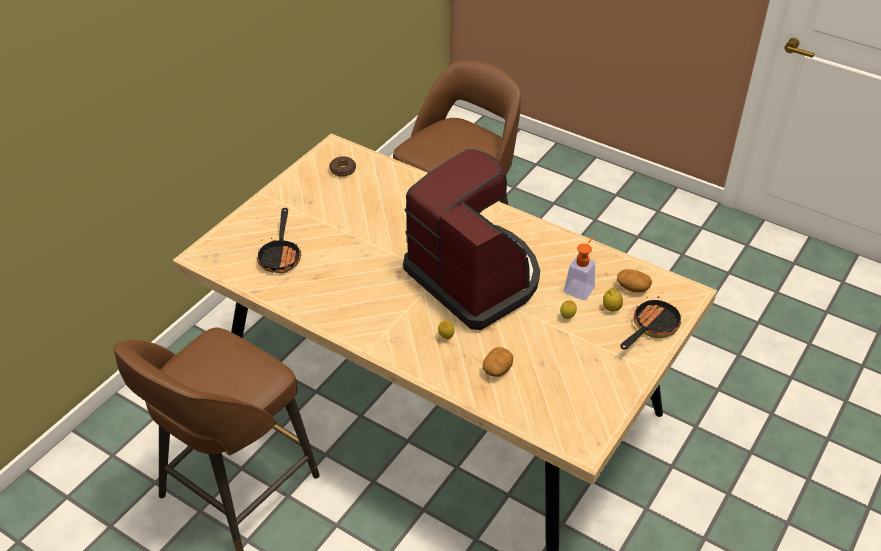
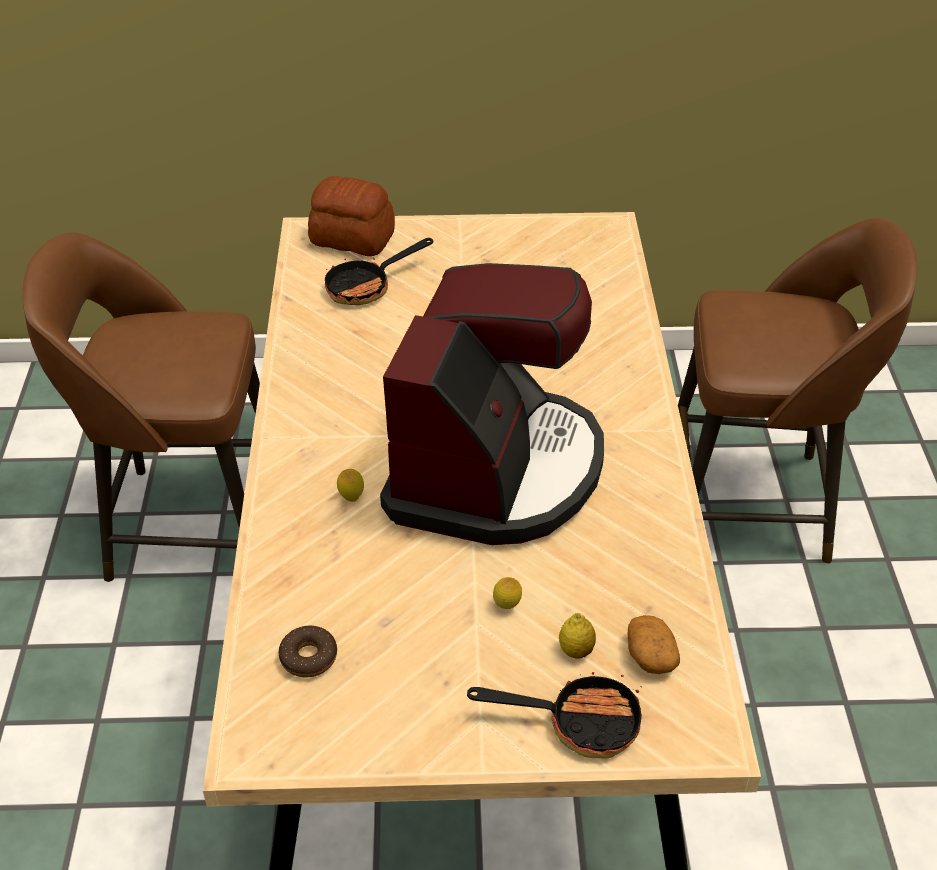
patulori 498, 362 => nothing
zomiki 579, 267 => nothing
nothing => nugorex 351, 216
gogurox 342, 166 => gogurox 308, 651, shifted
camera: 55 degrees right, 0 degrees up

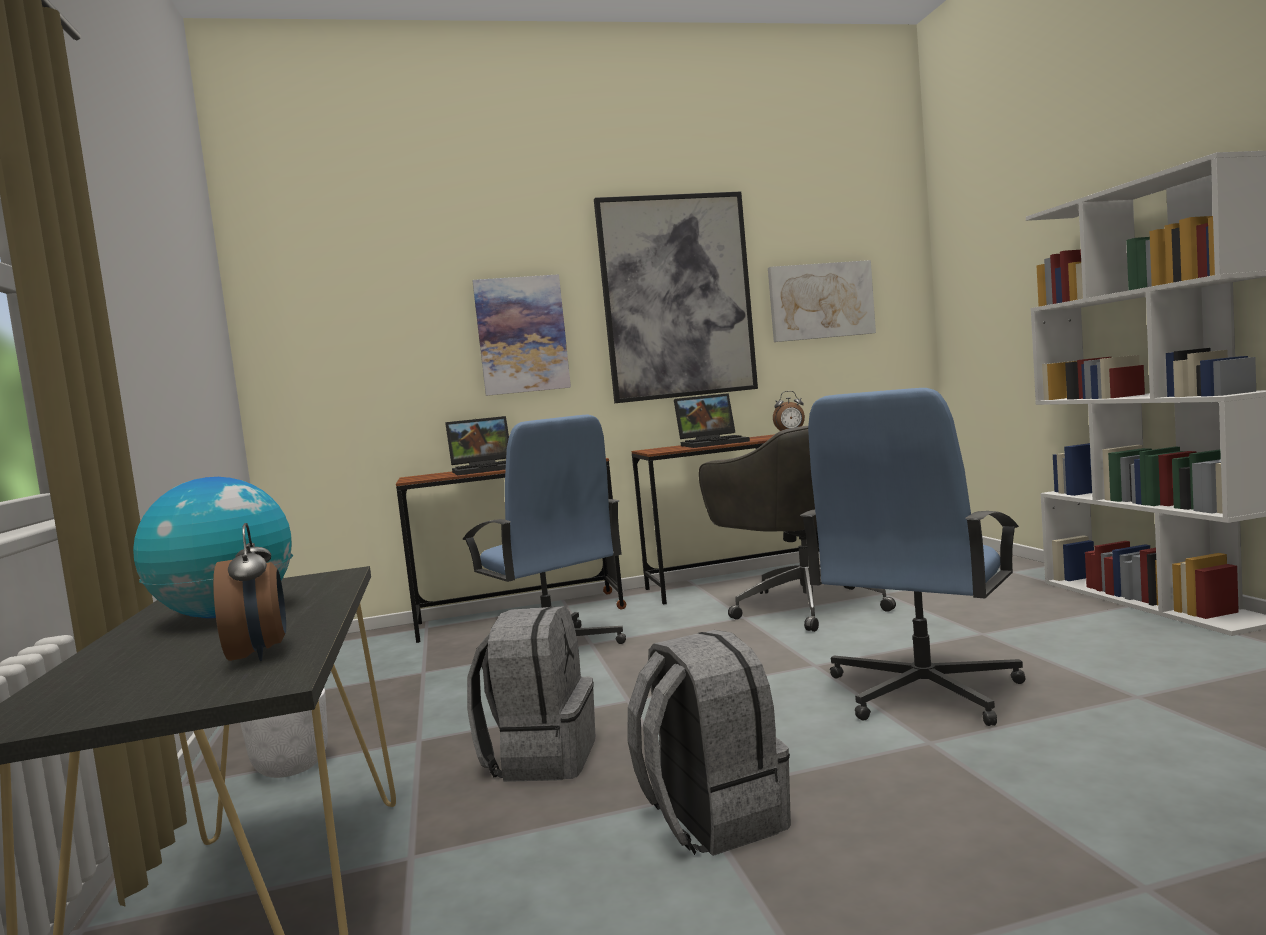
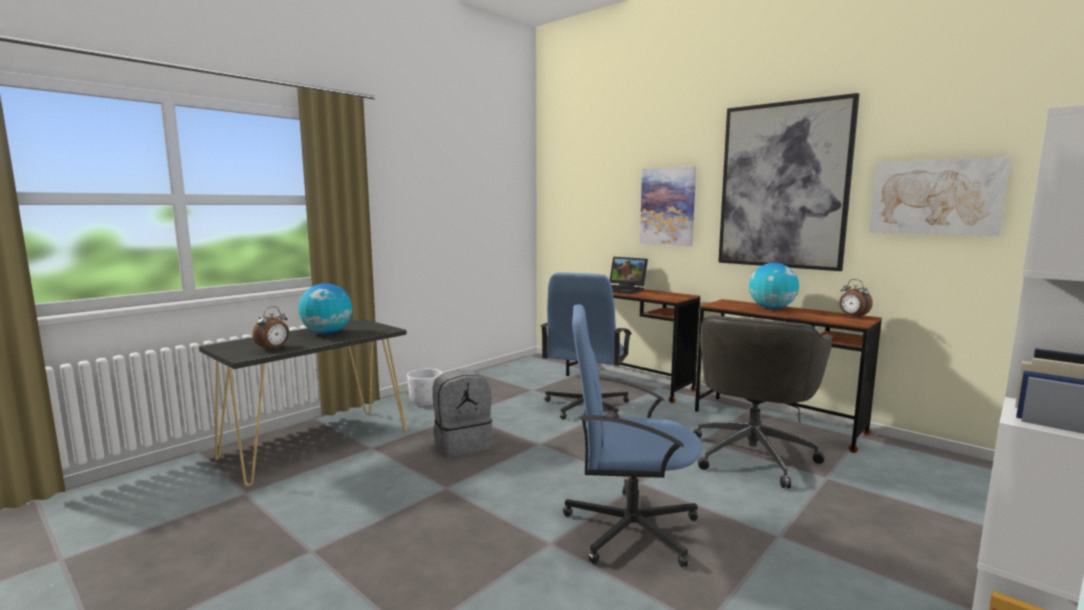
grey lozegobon 709, 743 => nothing
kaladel 712, 420 => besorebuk 774, 286
camera: 55 degrees right, 5 degrees up

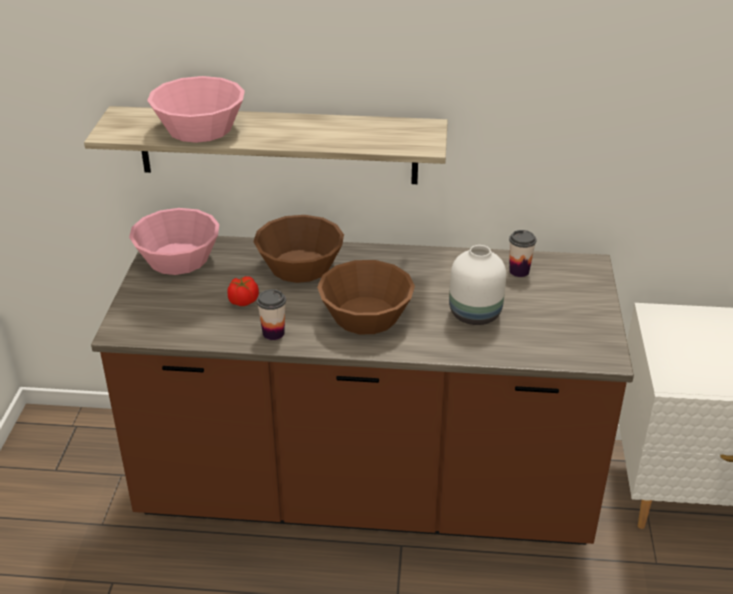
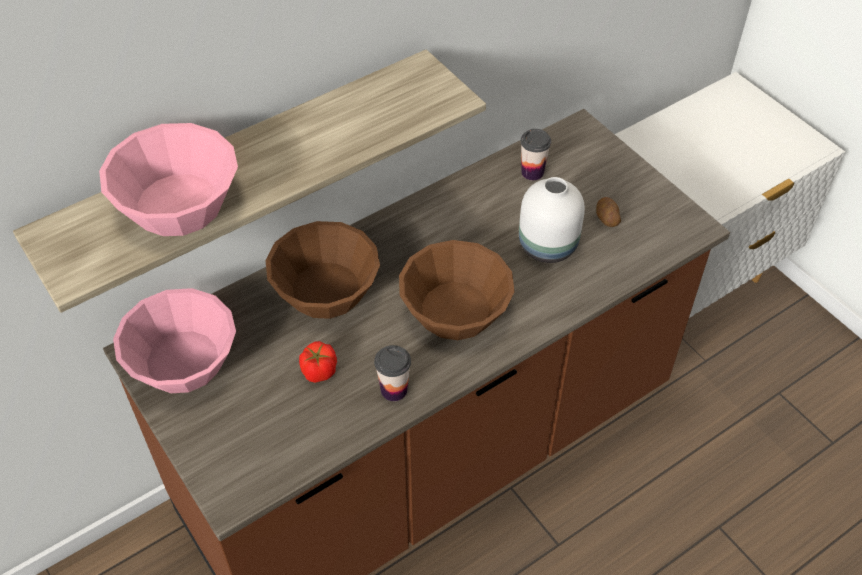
nothing => patulori 608, 212
camera: 40 degrees left, 15 degrees up

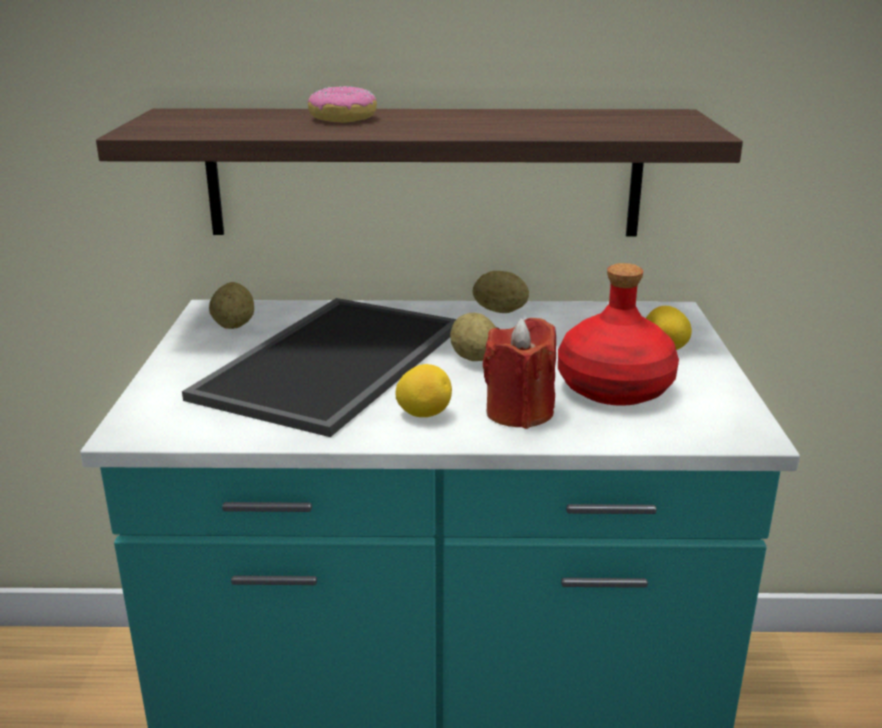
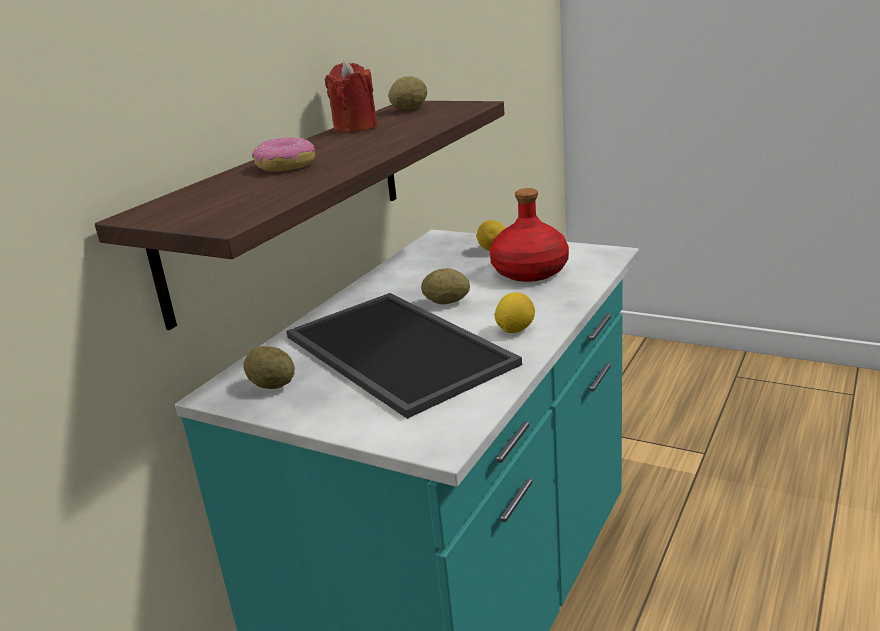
patulori 501, 292 => patulori 408, 93, shifted
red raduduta 519, 373 => red raduduta 351, 96, shifted
camera: 60 degrees left, 0 degrees up

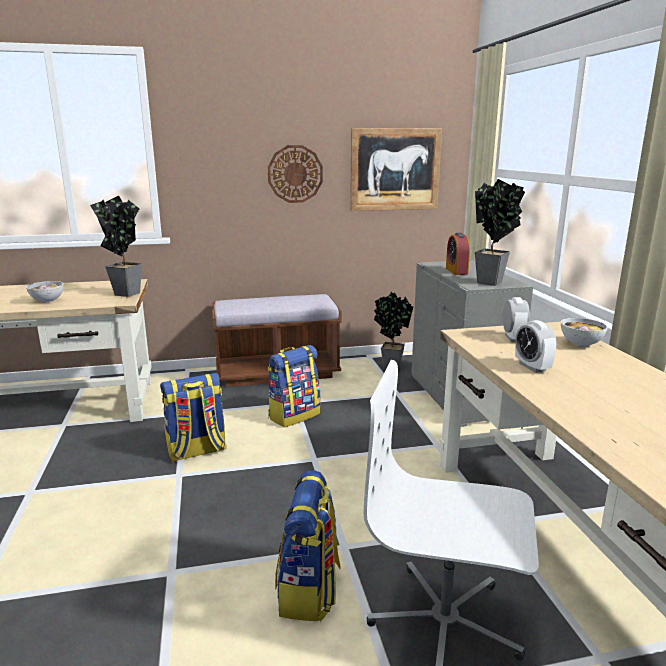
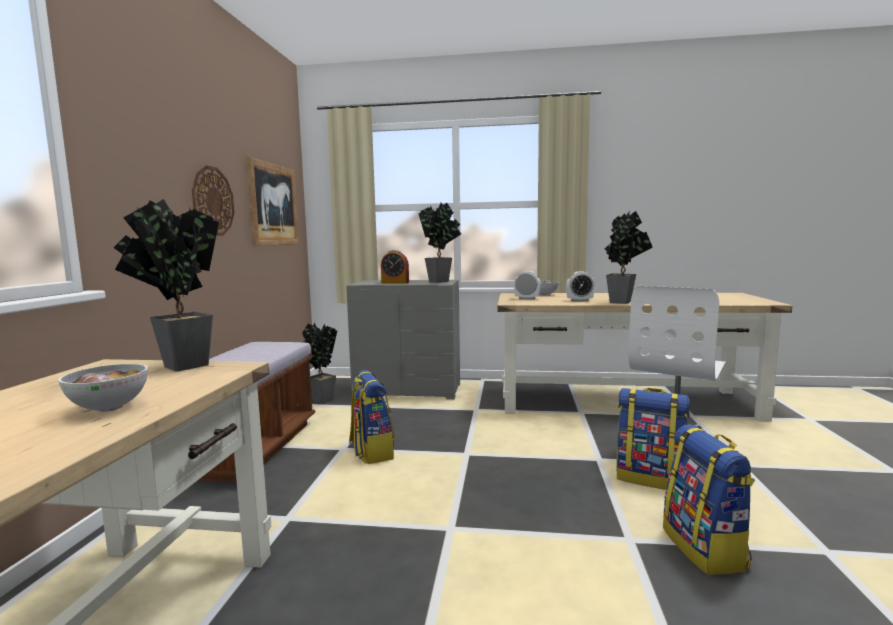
nothing => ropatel 629, 257
lozegobon 193, 417 => lozegobon 709, 499, shifted
camera: 70 degrees left, 10 degrees down

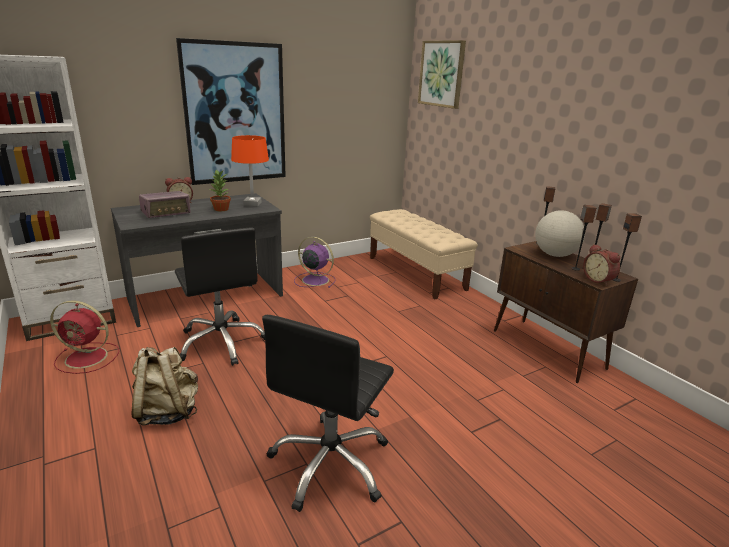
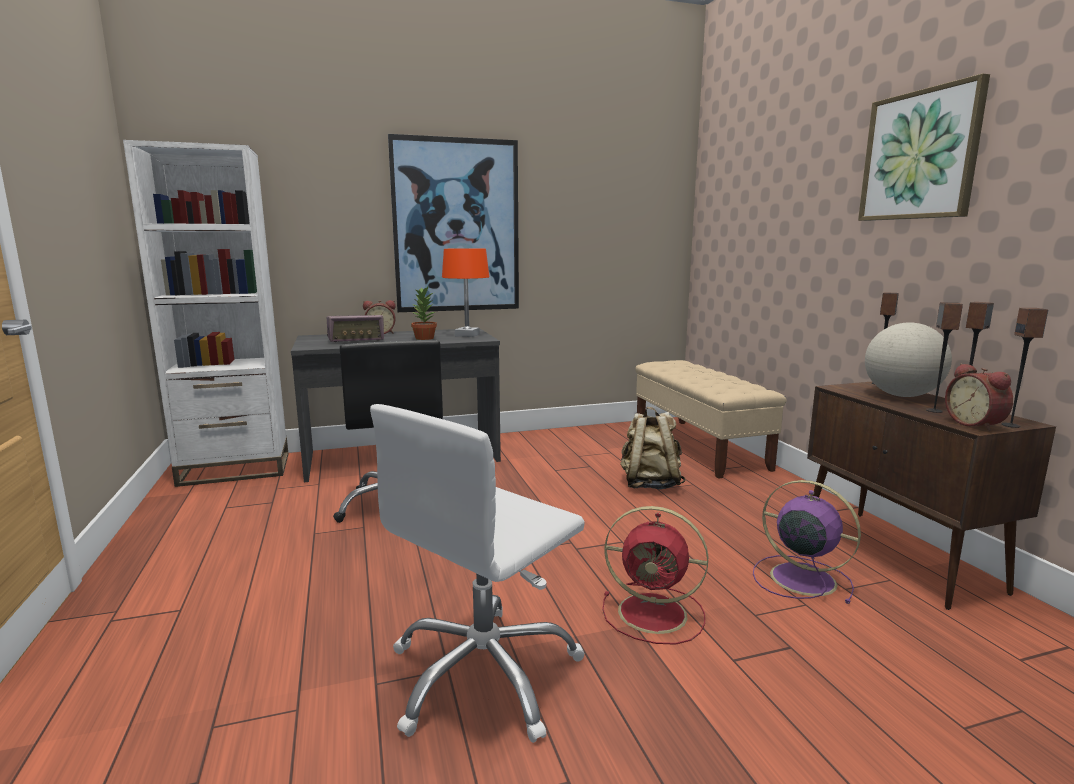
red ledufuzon 84, 337 => red ledufuzon 655, 575, shifted
beige lozegobon 165, 386 => beige lozegobon 653, 448, shifted
purple ledufuzon 315, 262 => purple ledufuzon 807, 542, shifted
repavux 442, 74 => repavux 924, 147, shifted
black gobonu 328, 413 => white gobonu 477, 573
camera: 15 degrees right, 10 degrees down

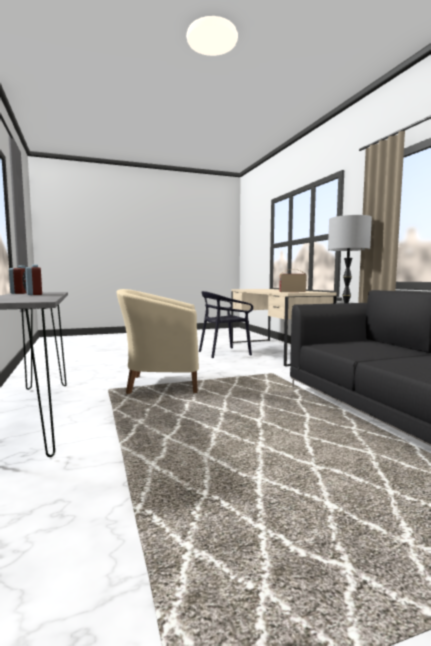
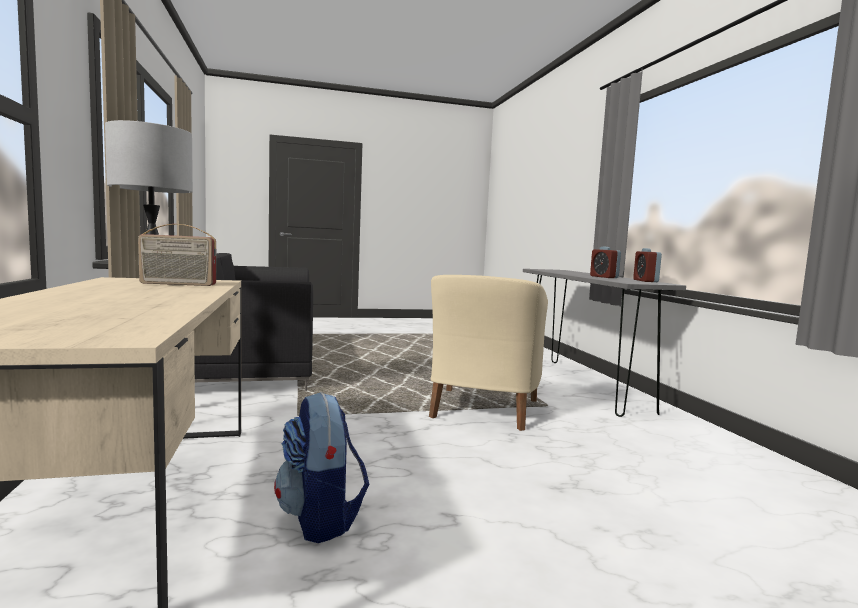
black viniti 226, 324 => lozegobon 321, 467
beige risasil 157, 341 => beige risasil 488, 353, 105 degrees clockwise
camera: 175 degrees left, 0 degrees up

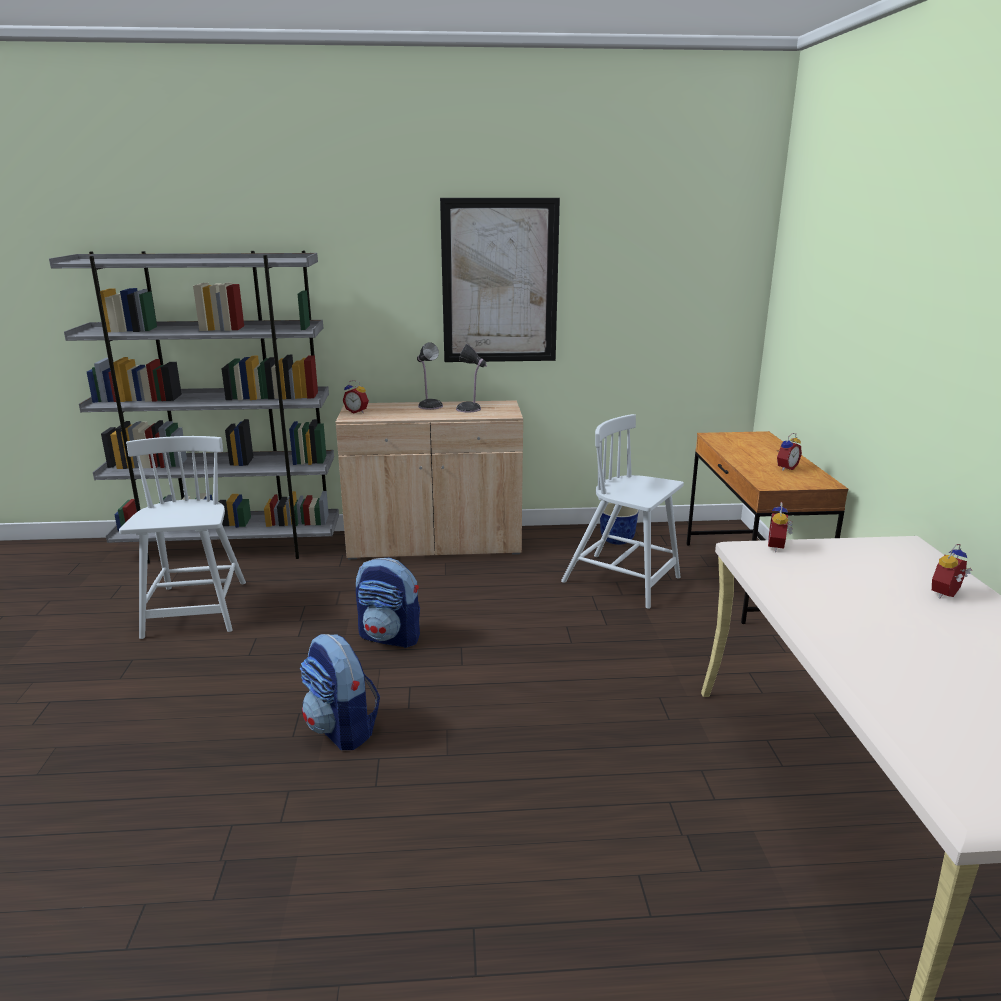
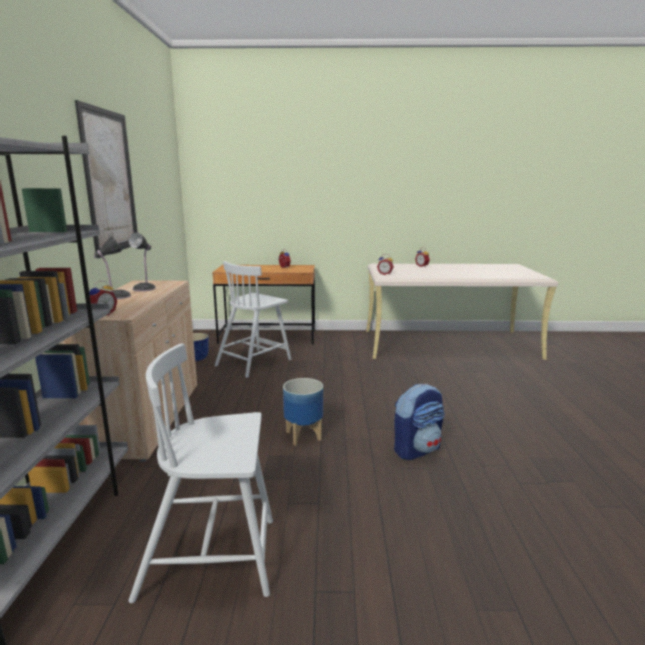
lozegobon 388, 602 => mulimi 303, 412
camera: 85 degrees left, 5 degrees down

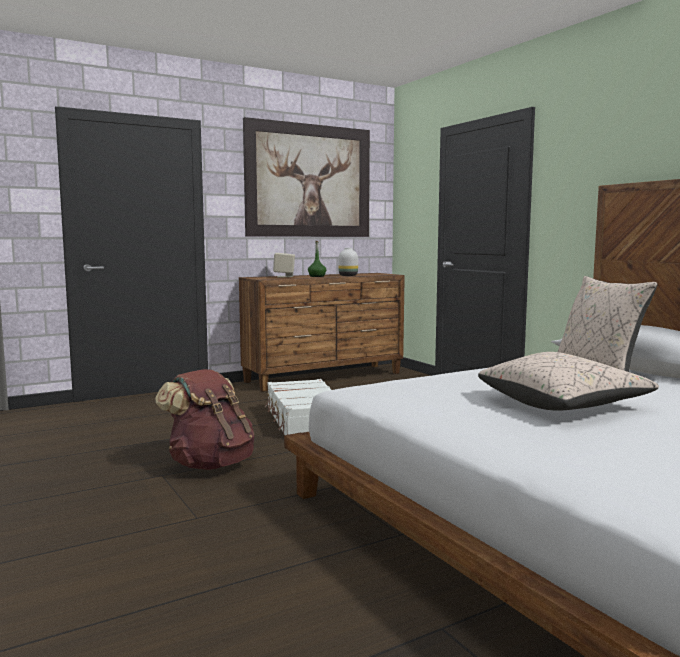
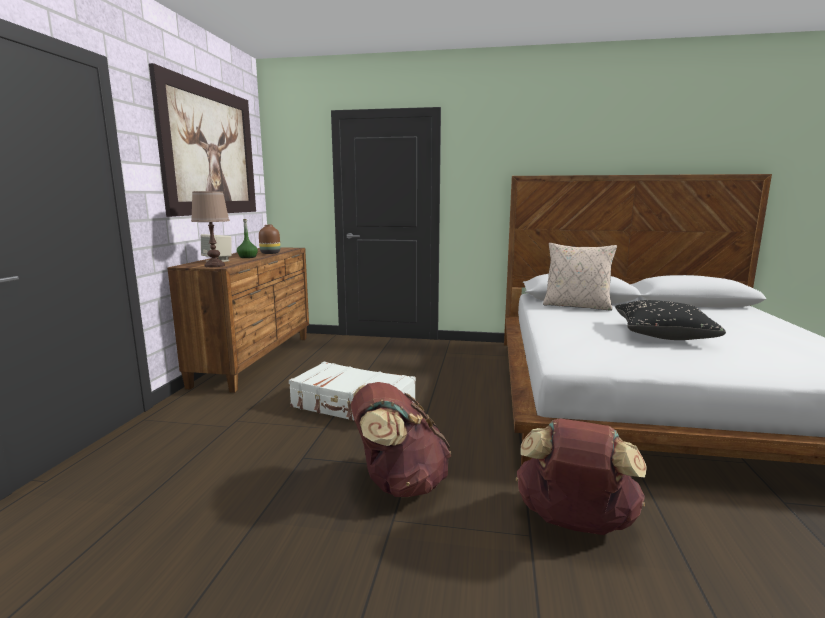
nothing => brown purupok 210, 229
nothing => brown lozegobon 581, 476
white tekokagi 348, 262 => brown tekokagi 269, 239
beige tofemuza 568, 381 => black tofemuza 670, 320
camera: 50 degrees left, 5 degrees up

